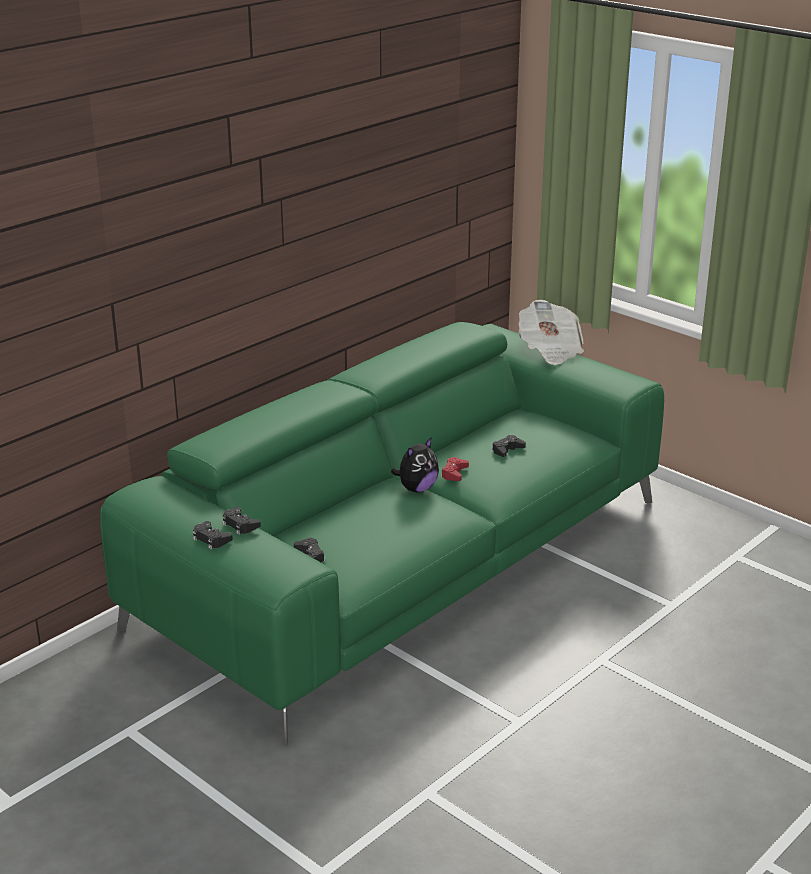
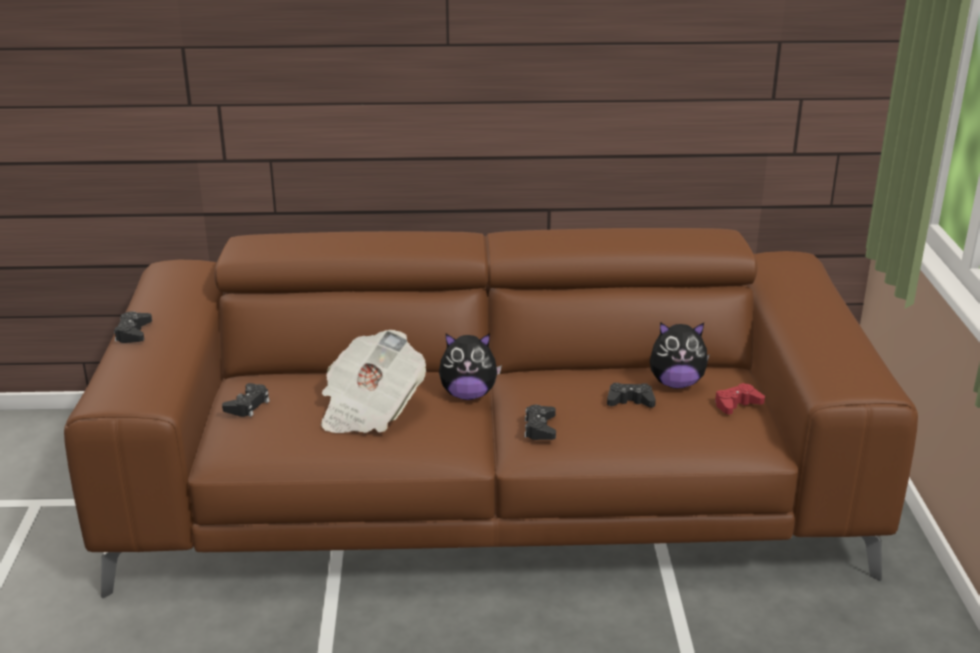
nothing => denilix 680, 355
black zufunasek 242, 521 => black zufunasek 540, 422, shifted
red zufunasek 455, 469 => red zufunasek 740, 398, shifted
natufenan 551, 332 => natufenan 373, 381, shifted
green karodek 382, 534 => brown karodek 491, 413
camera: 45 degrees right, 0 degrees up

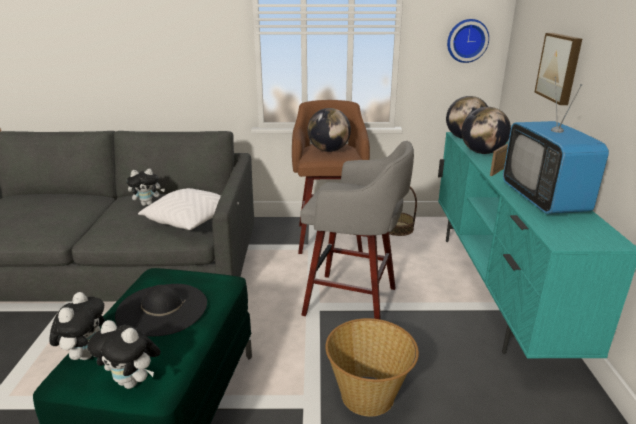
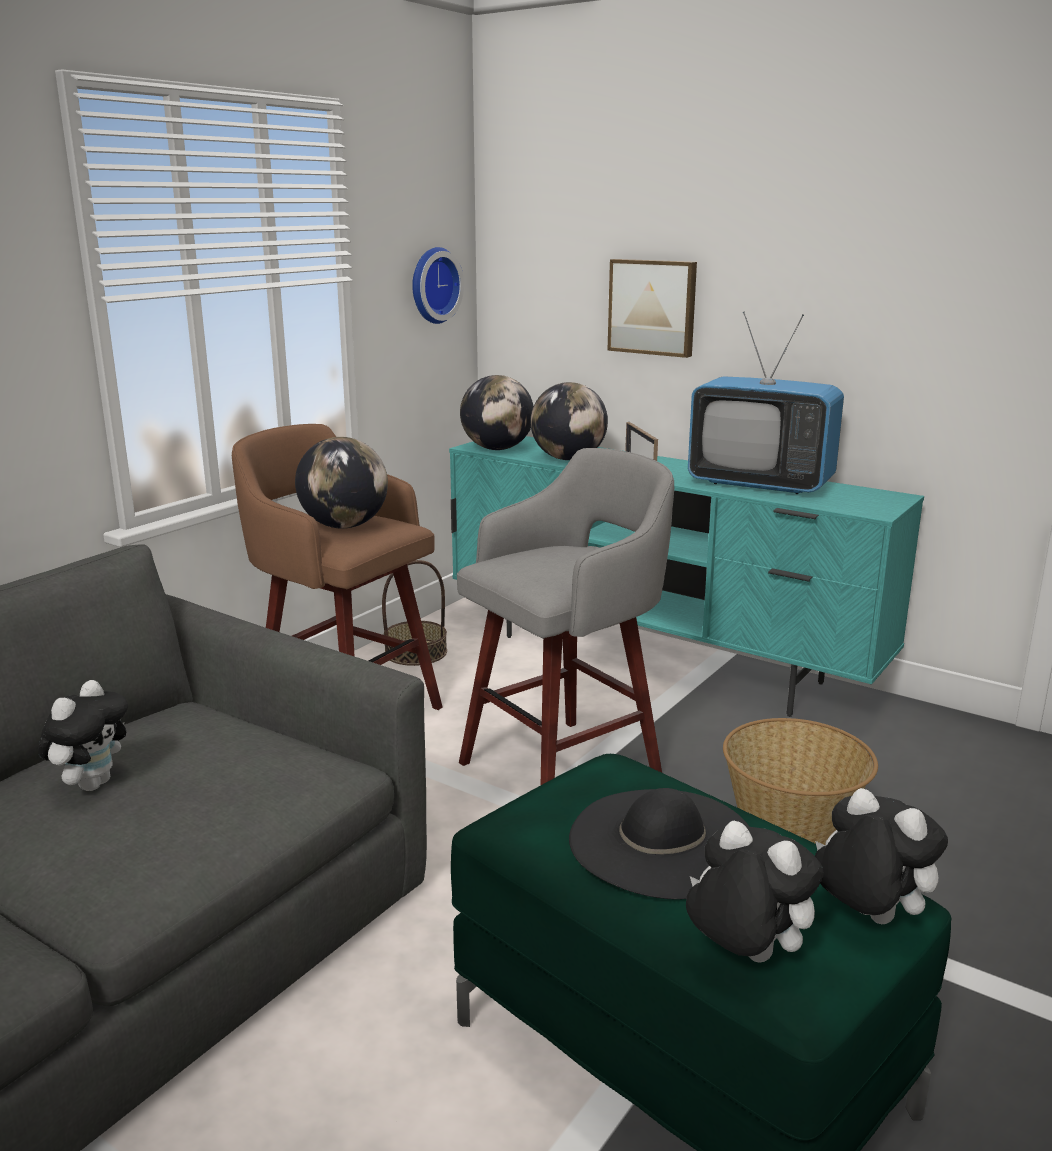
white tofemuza 188, 209 => nothing
denilix 124, 354 => denilix 881, 856, 105 degrees counterclockwise
camera: 55 degrees left, 5 degrees down

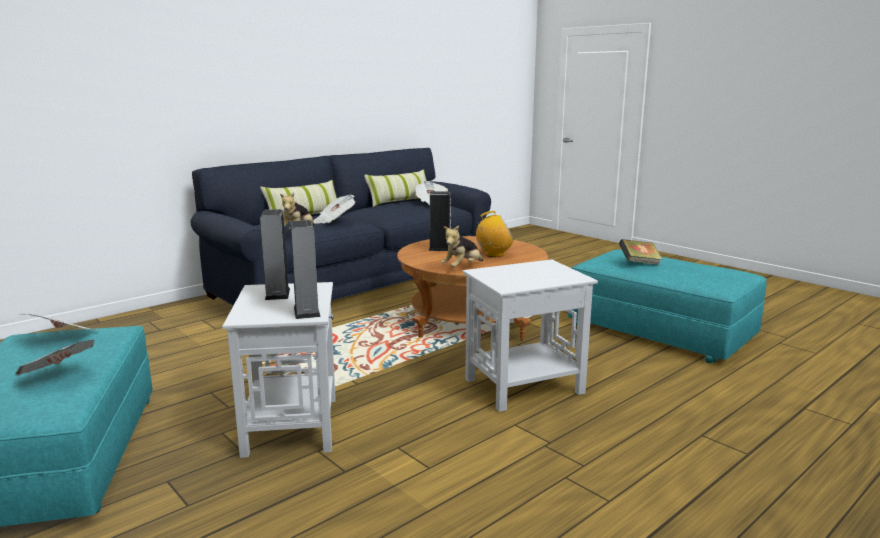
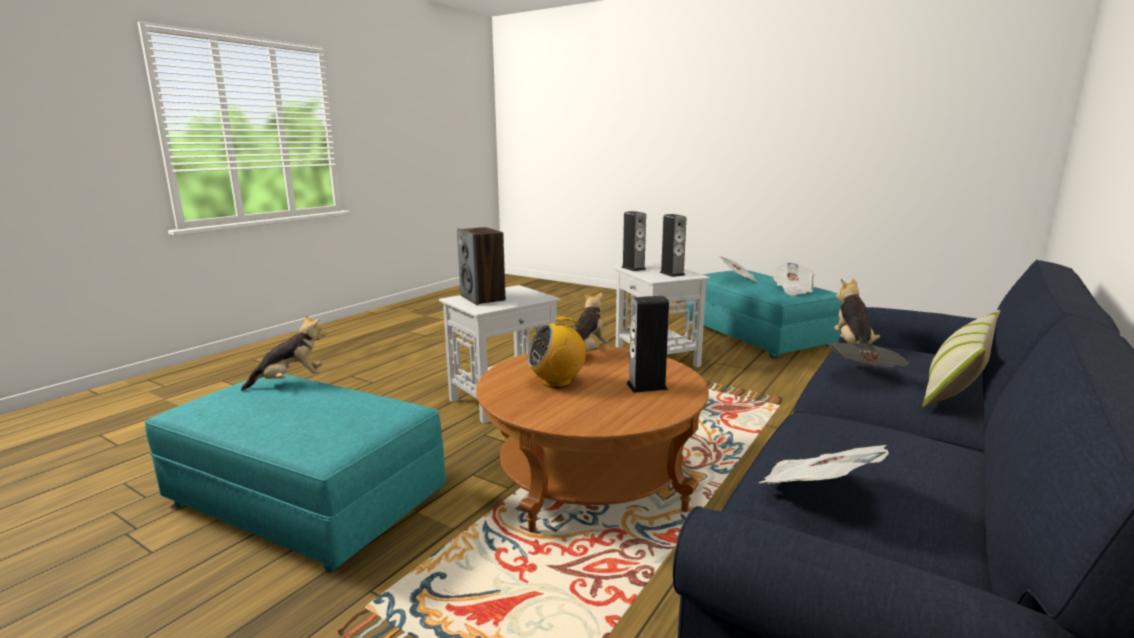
tofemuza 396, 188 => nothing
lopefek 641, 252 => nothing
nothing => denilix 283, 353
nothing => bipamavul 481, 266
camera: 165 degrees right, 0 degrees up

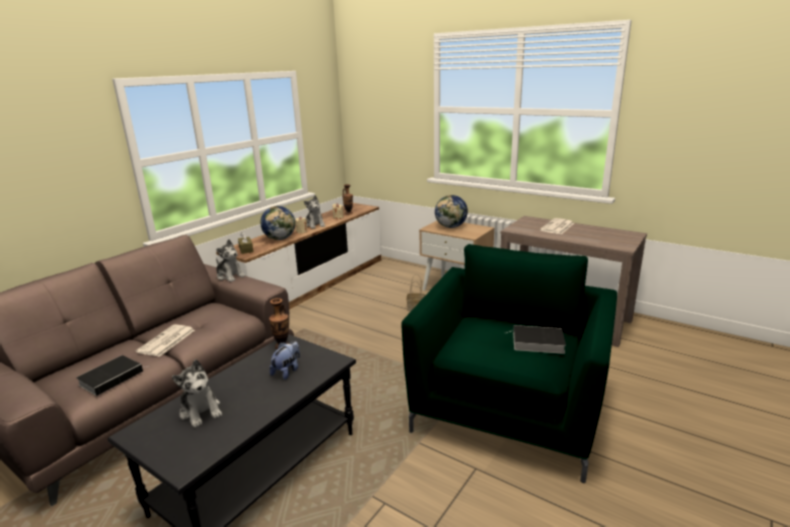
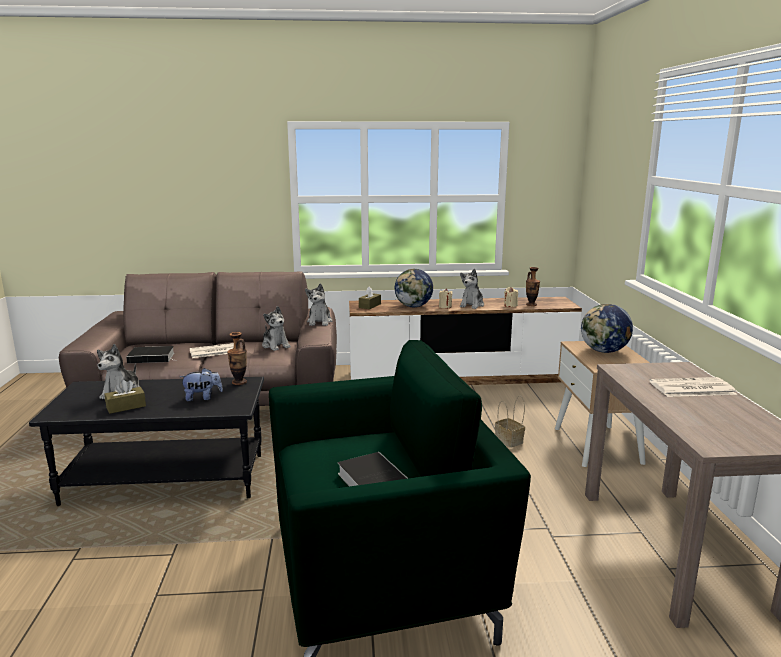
nothing => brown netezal 125, 397
nothing => denilix 276, 328
camera: 50 degrees right, 5 degrees down

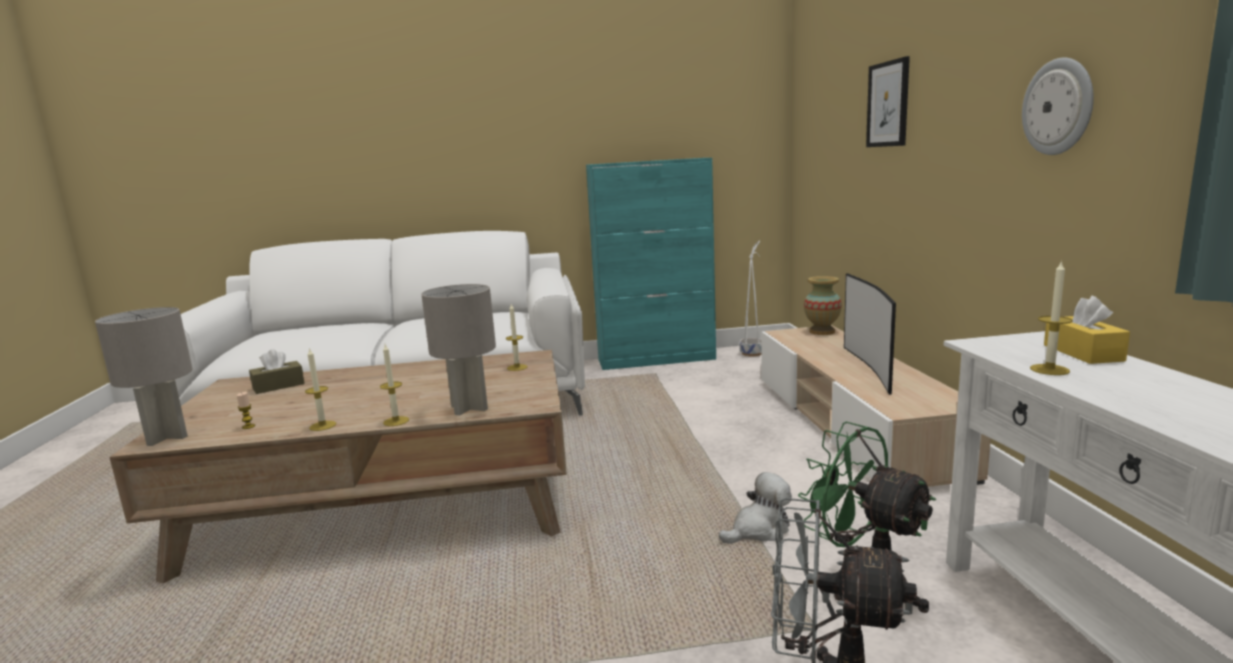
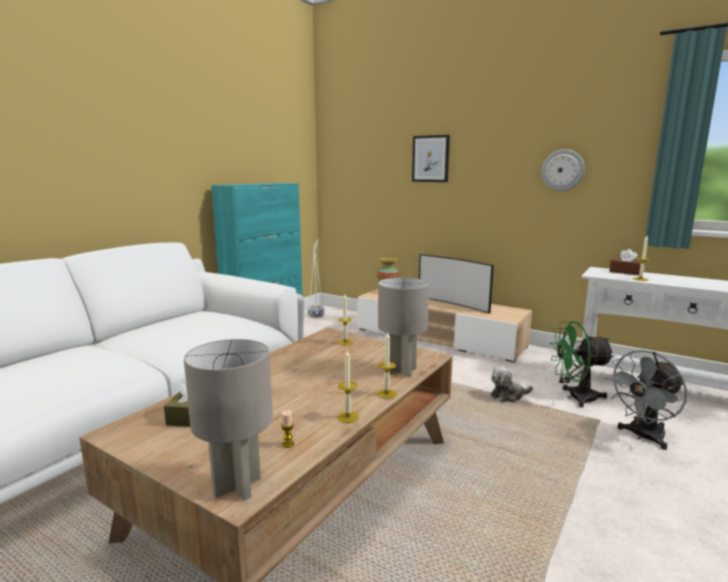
yellow netezal 1087, 330 => brown netezal 625, 262
denilix 755, 508 => denilix 512, 384, 120 degrees counterclockwise
camera: 50 degrees left, 0 degrees up

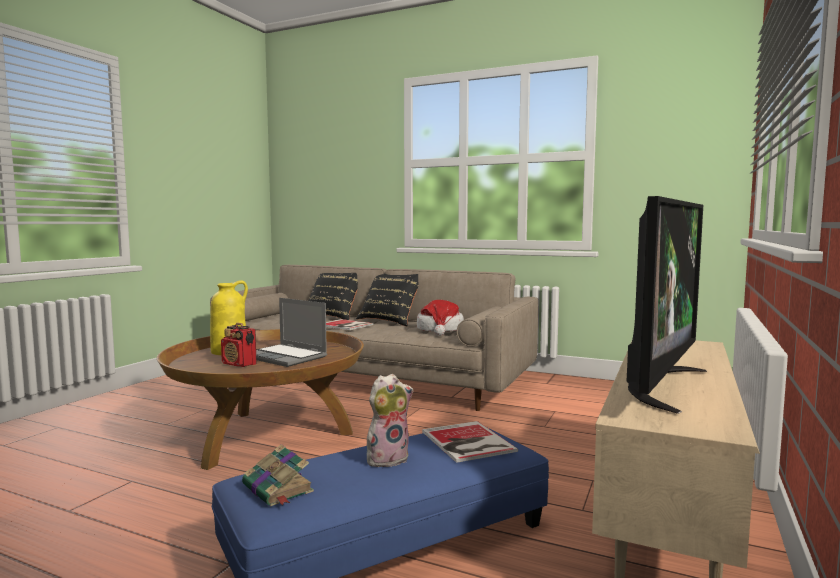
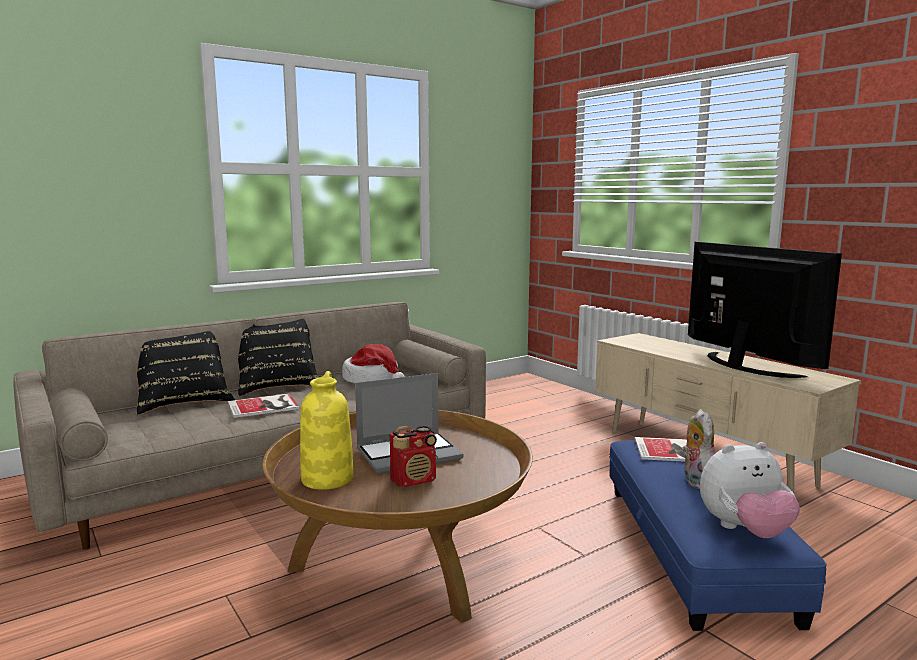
lopefek 278, 475 => denilix 750, 490
camera: 60 degrees left, 5 degrees up

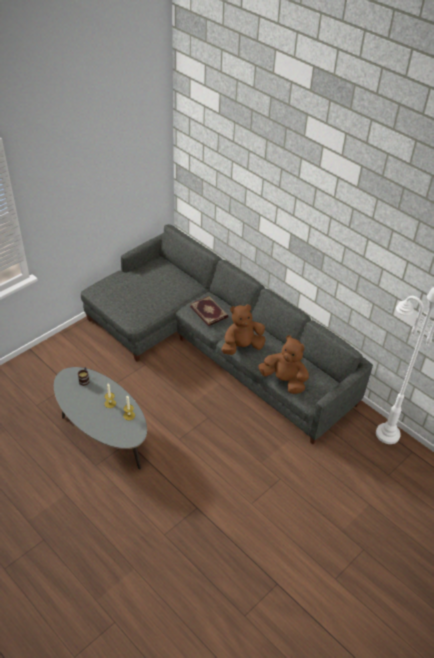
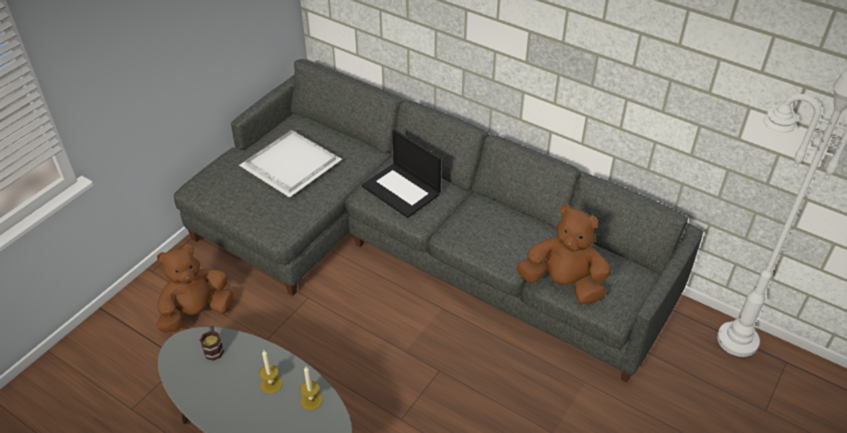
nothing => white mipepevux 290, 164
brown denilix 243, 329 => brown denilix 194, 288, shifted
lopefek 209, 311 => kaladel 401, 173
camera: 10 degrees left, 0 degrees up

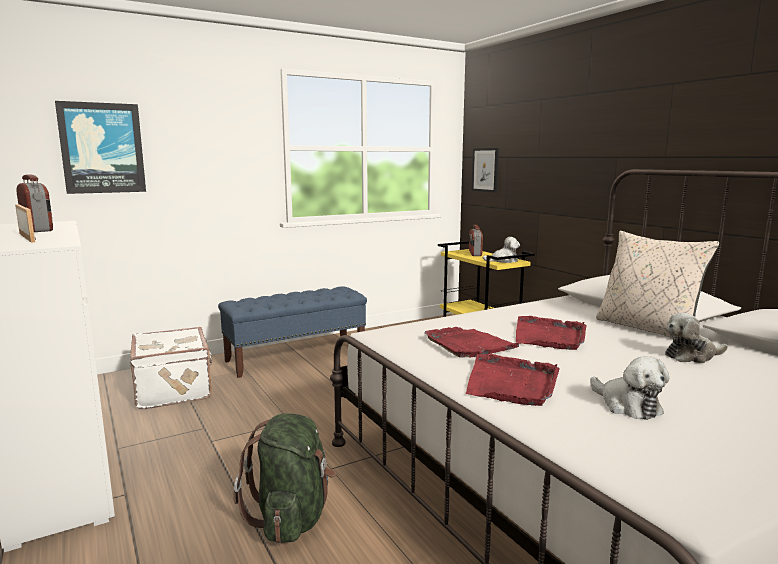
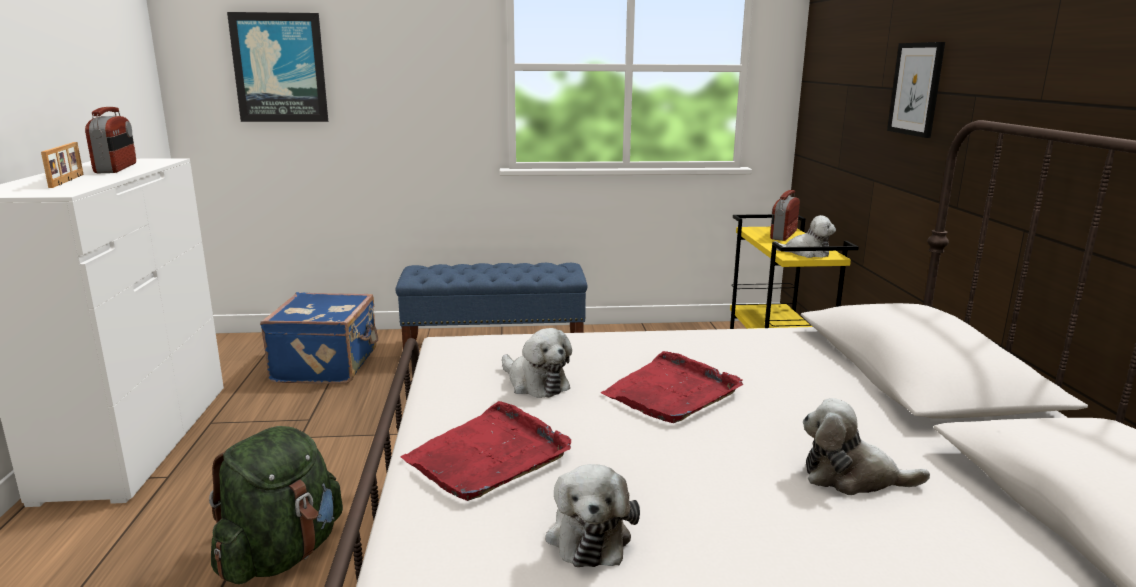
beige tofemuza 657, 284 => nothing
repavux 485, 170 => repavux 916, 90, shifted
red mipepevux 473, 342 => denilix 537, 363
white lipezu 171, 368 => blue lipezu 319, 338
camera: 25 degrees right, 5 degrees up

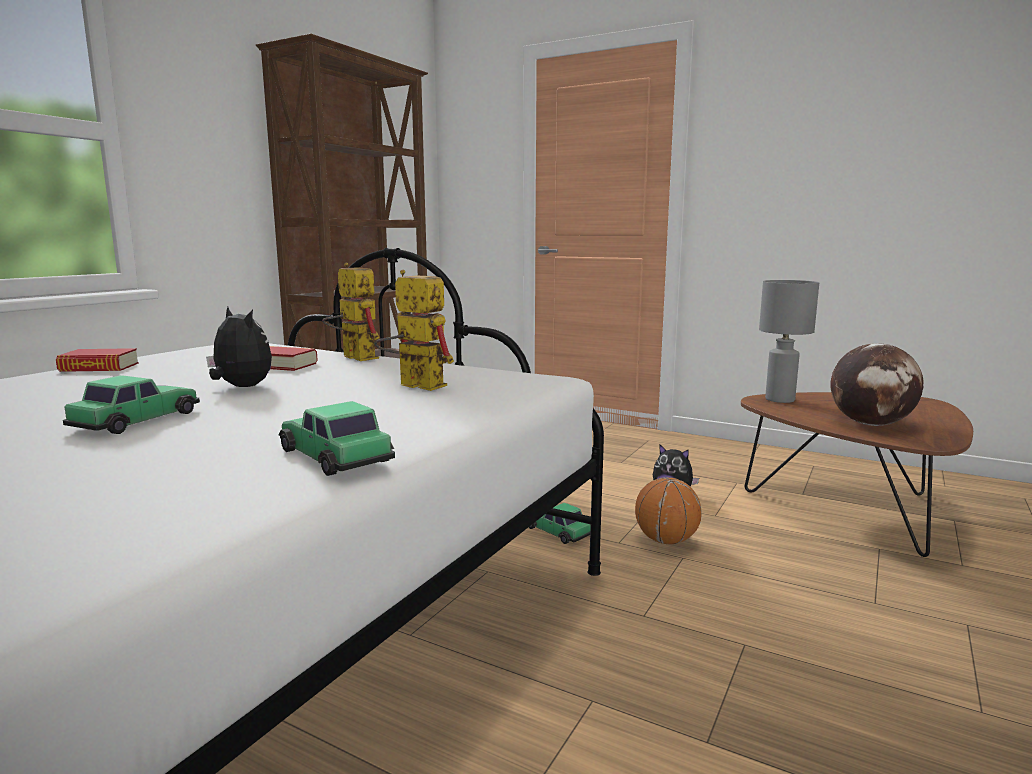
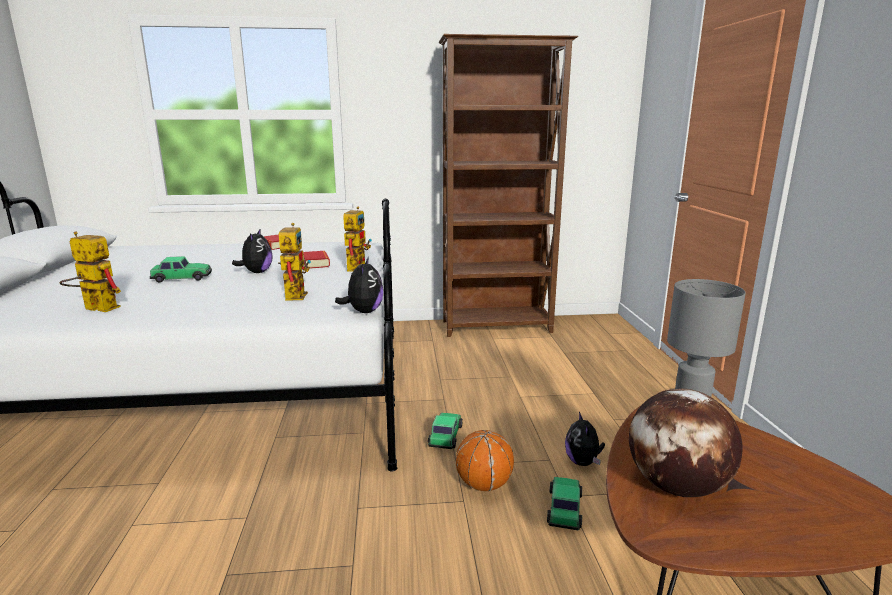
nothing => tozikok 90, 272
nothing => denilix 359, 285
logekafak 337, 438 => logekafak 564, 504, shifted
camera: 55 degrees right, 5 degrees up

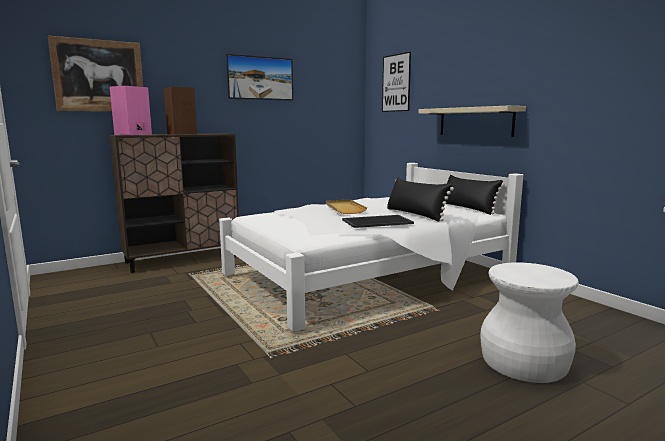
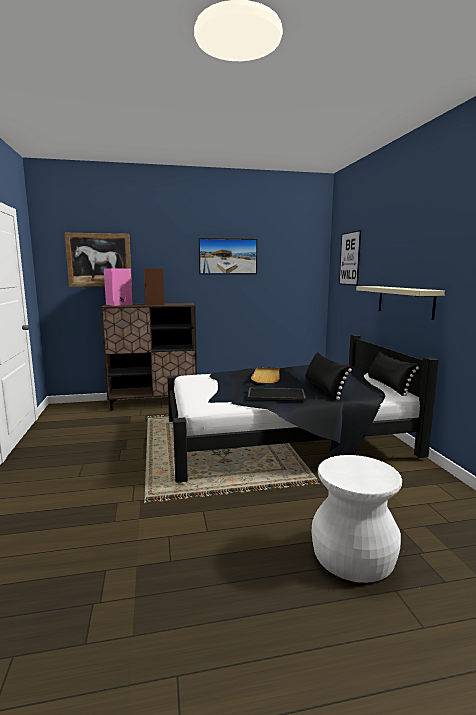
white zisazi 371, 247 => black zisazi 303, 408
camera: 20 degrees right, 0 degrees up

